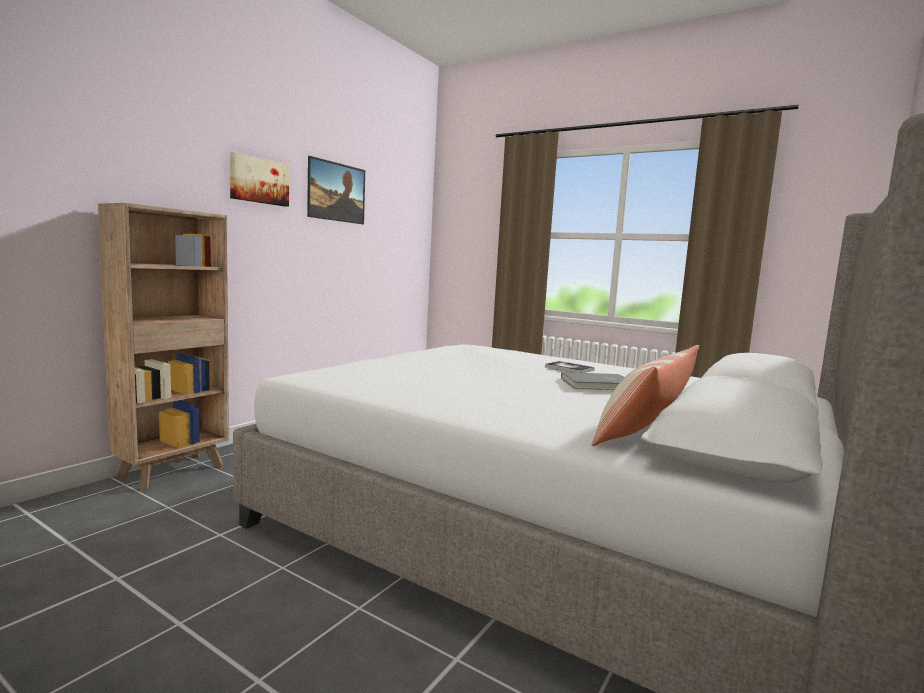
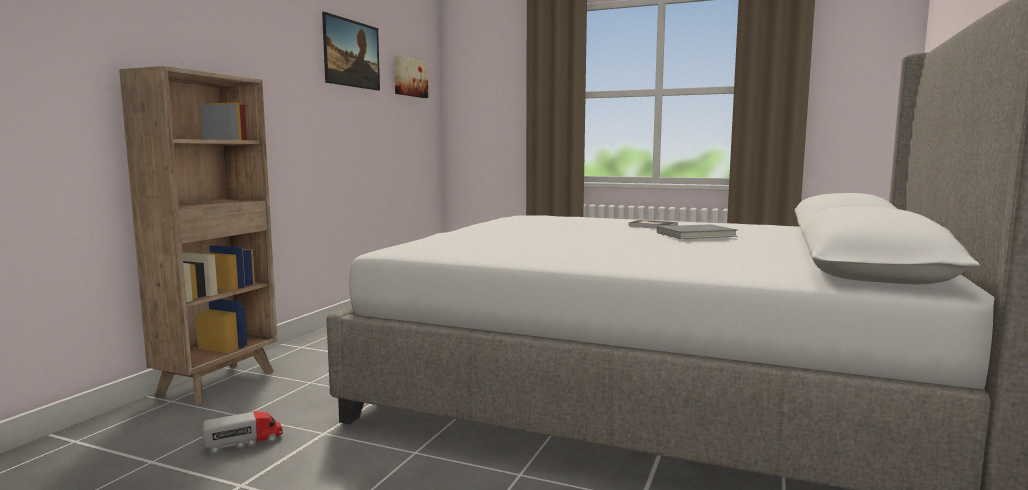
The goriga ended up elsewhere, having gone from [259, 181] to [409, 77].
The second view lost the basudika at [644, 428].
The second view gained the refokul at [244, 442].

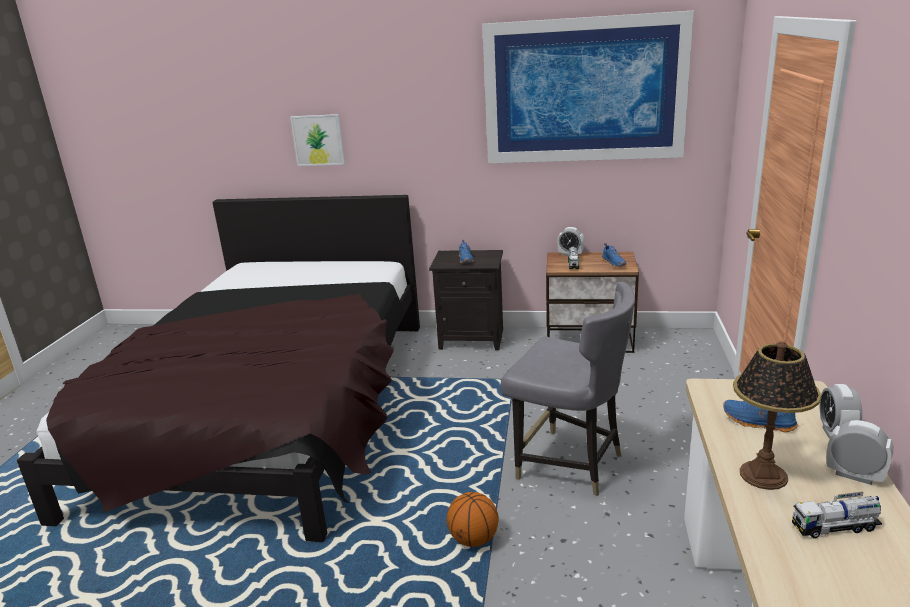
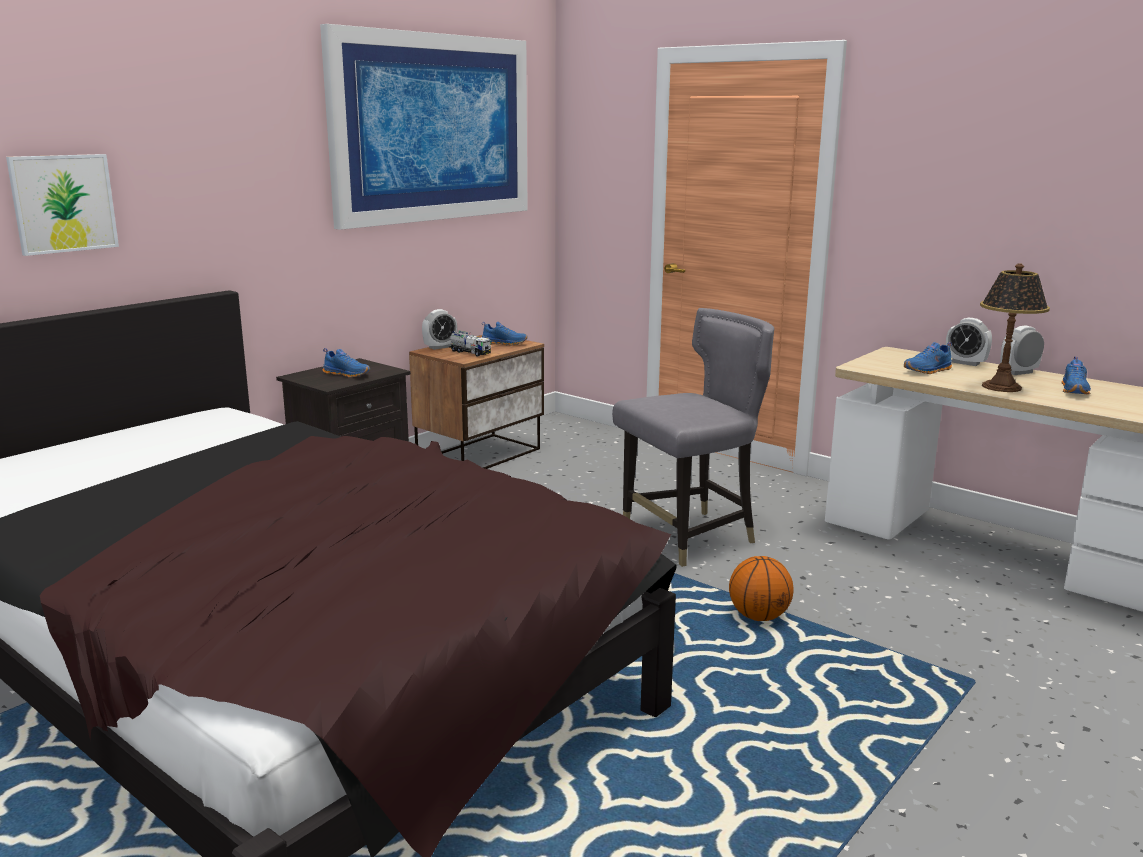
Where the refokul stood at [835, 527], the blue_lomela came to stand at [1075, 390].

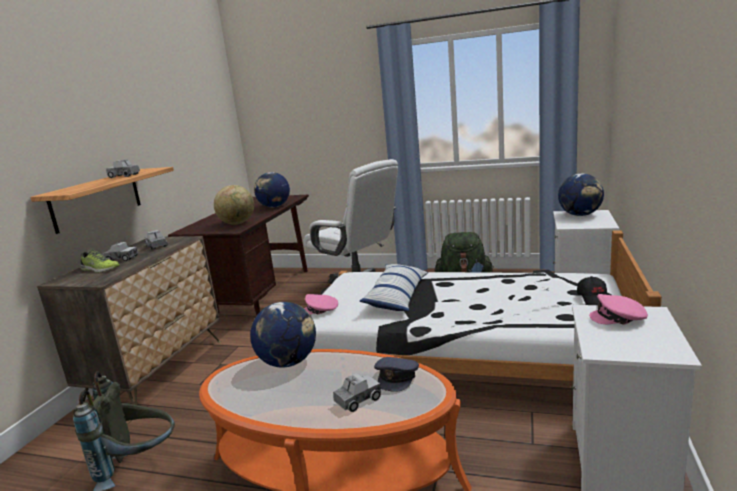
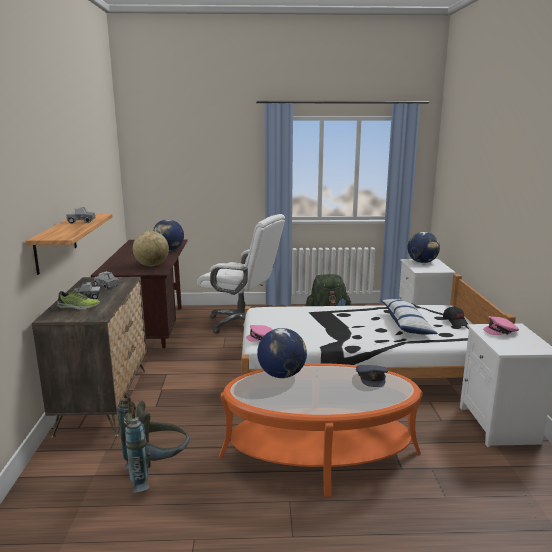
The second view lost the refokul at [357, 400].
The basudika ended up elsewhere, having gone from [397, 296] to [406, 324].

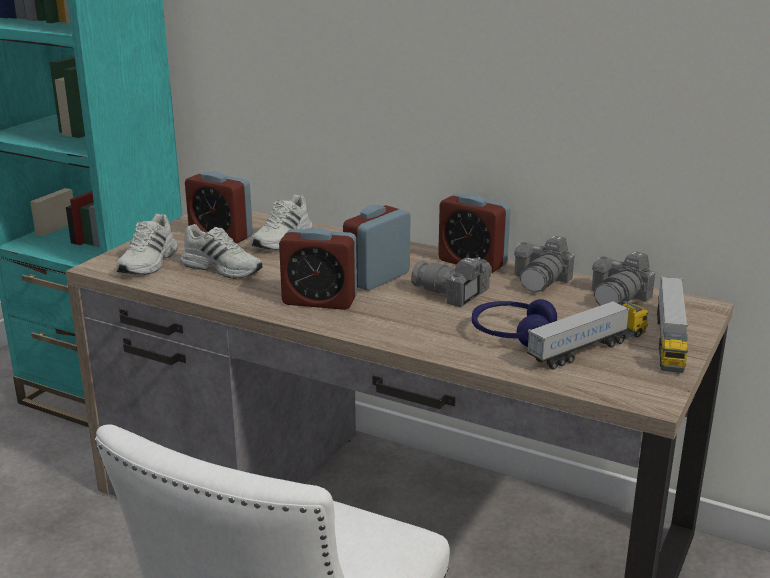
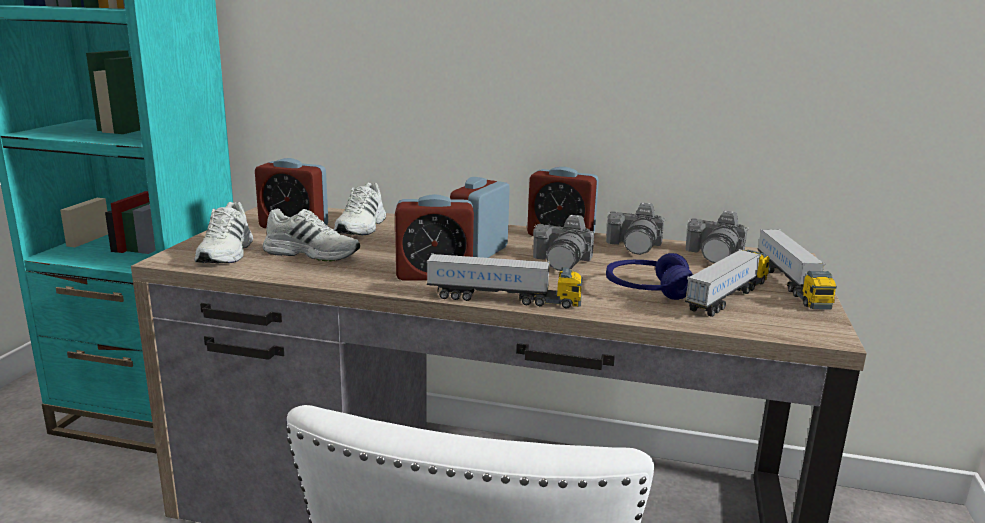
The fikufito at [453, 294] ended up facing another way, 90 degrees counterclockwise from before.
The second view gained the refokul at [504, 299].

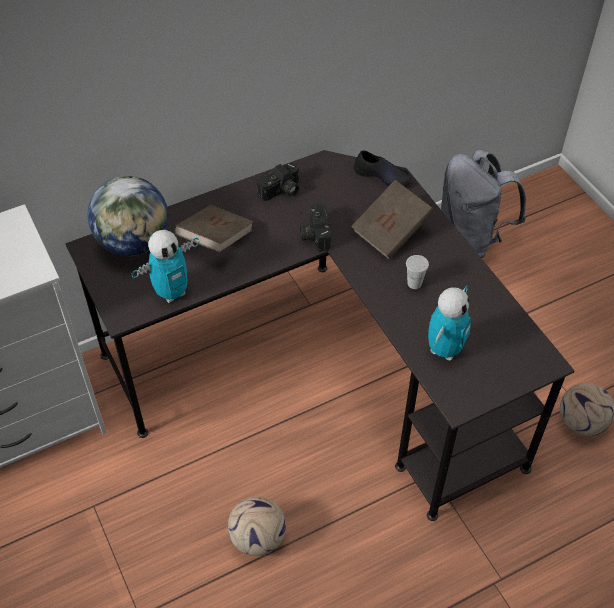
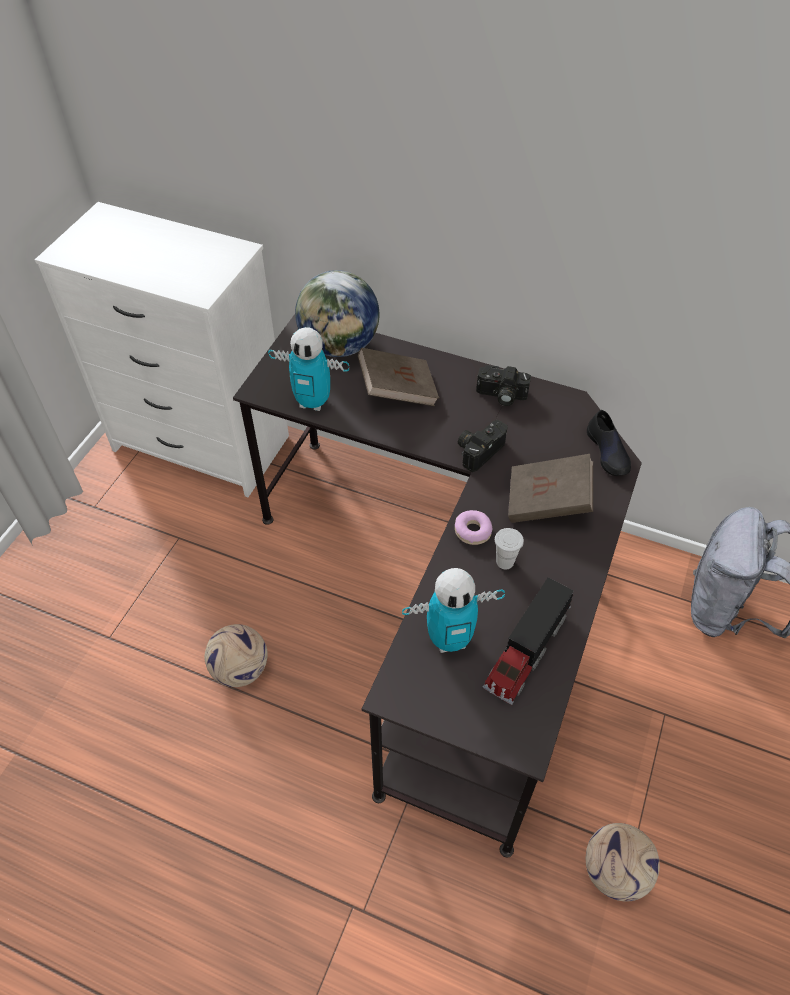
The second view gained the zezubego at [472, 531].
The second view gained the refokul at [525, 651].

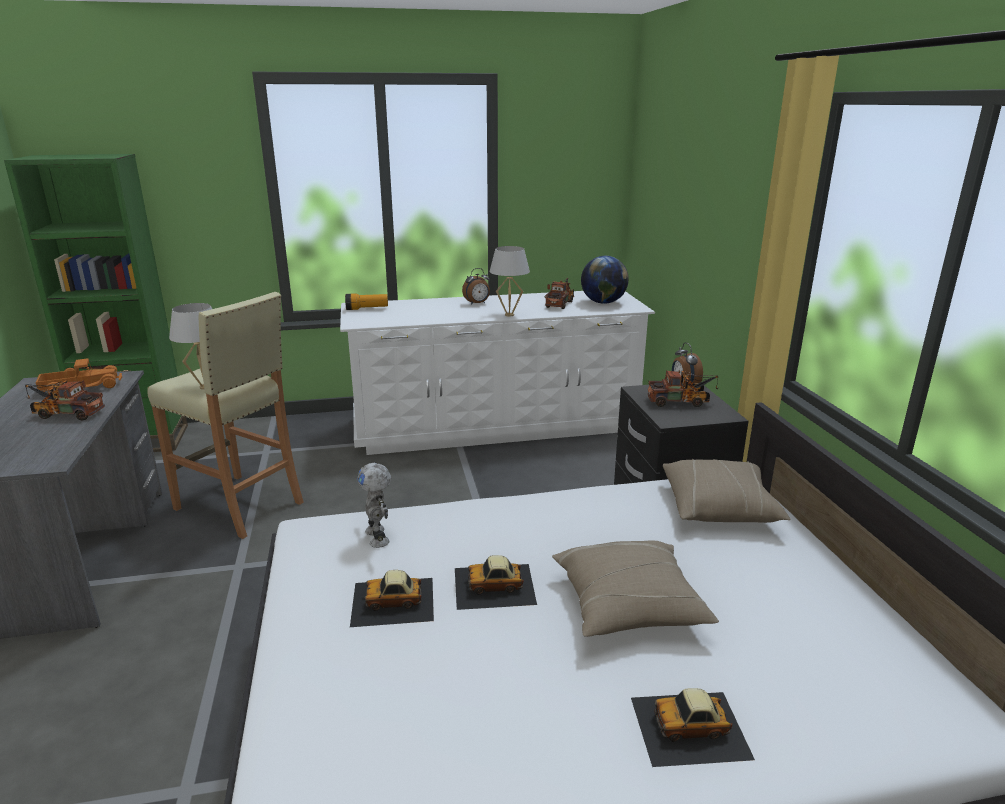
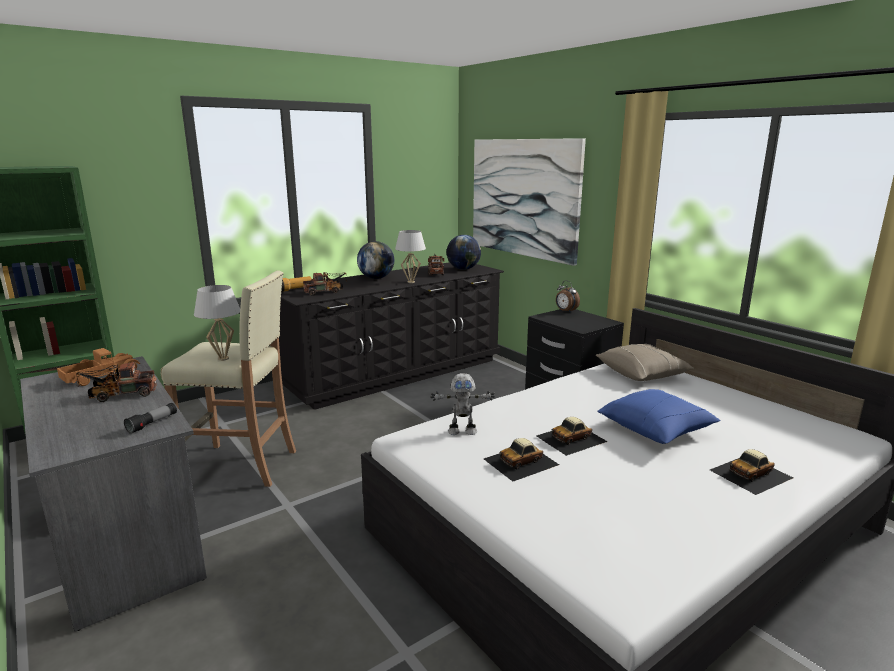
What was the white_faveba at [495, 425] turned into the black_faveba at [395, 373].
The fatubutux at [379, 537] ended up facing another way, 45 degrees counterclockwise from before.
Where the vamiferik stood at [477, 303], the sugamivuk came to stand at [376, 278].
What was the beige_basudika at [629, 606] turned into the blue_basudika at [656, 430].
The refokul ended up elsewhere, having gone from [681, 402] to [326, 292].
The second view gained the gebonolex at [152, 423].
The second view gained the goriga at [524, 198].

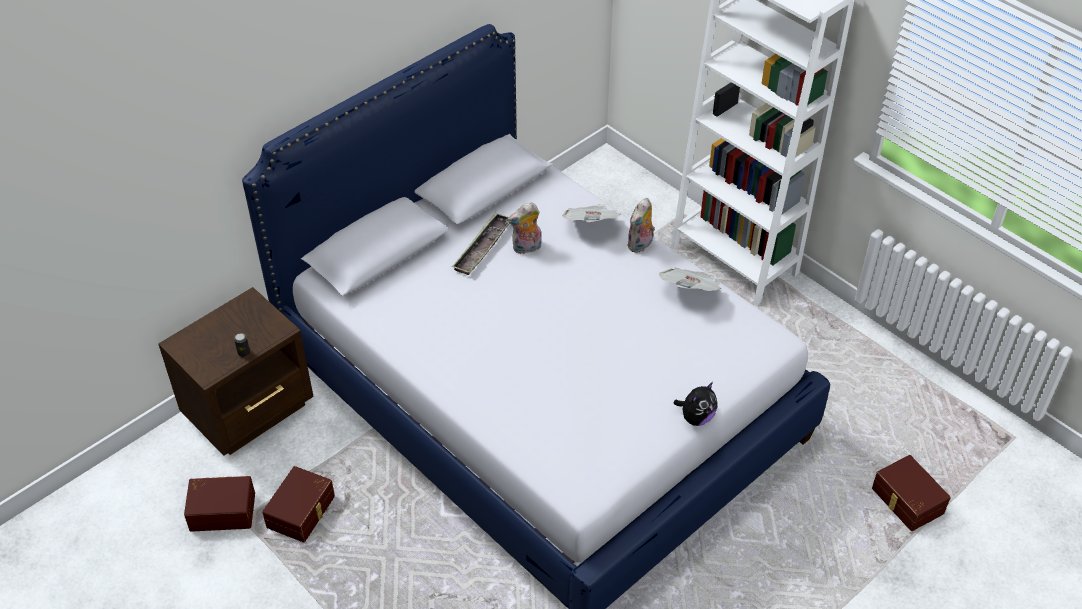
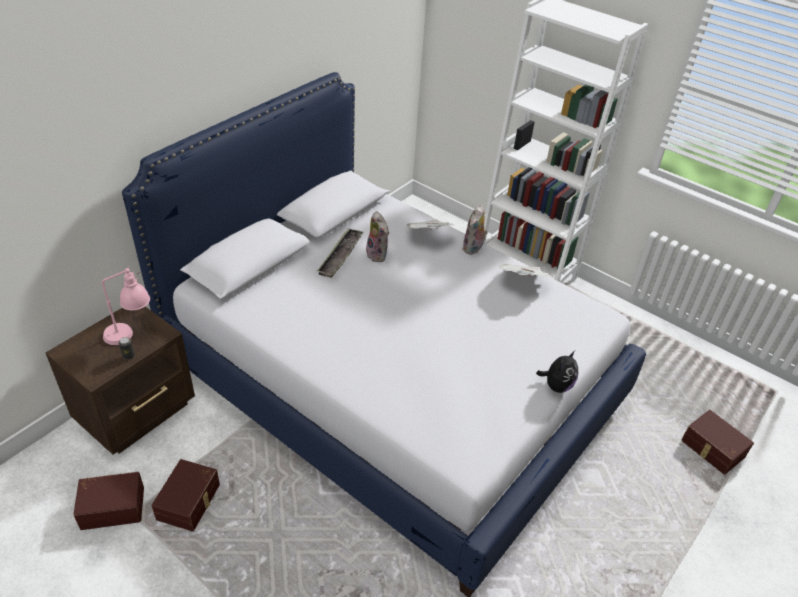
The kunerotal at [526, 248] ended up facing another way, 90 degrees counterclockwise from before.
The second view gained the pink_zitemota at [131, 334].

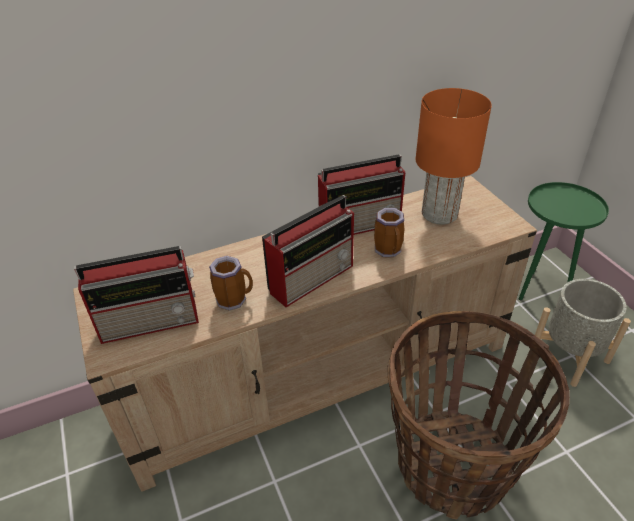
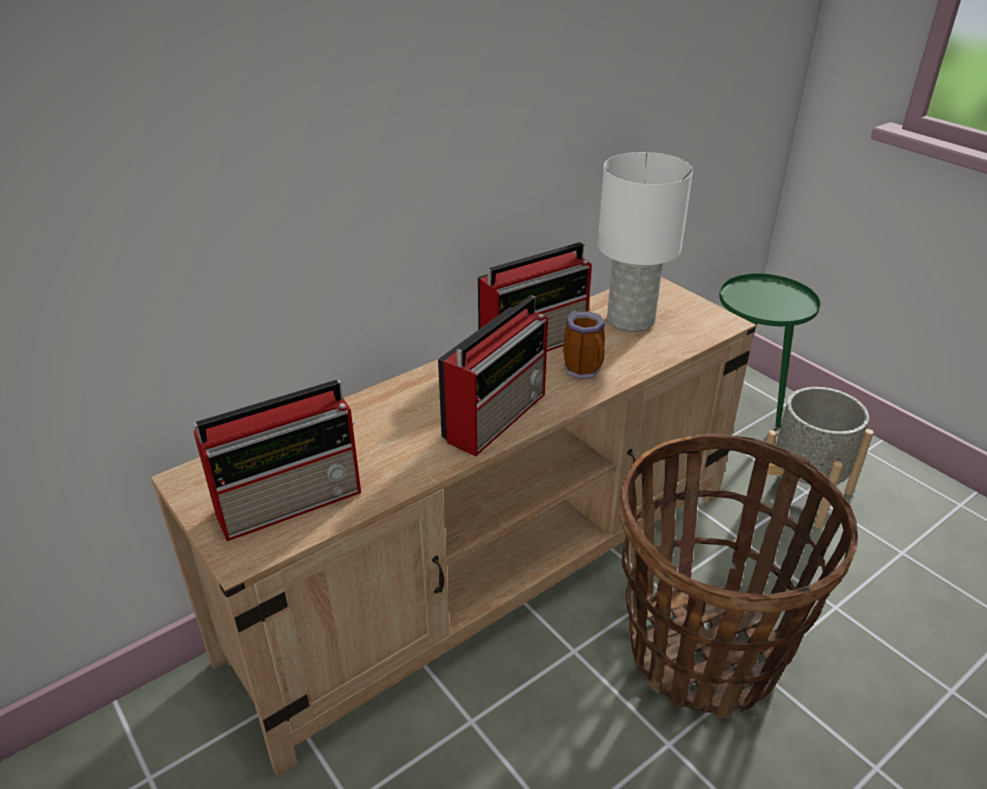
The second view lost the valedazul at [234, 299].
What was the orange_zitemota at [440, 214] turned into the white_zitemota at [631, 320].

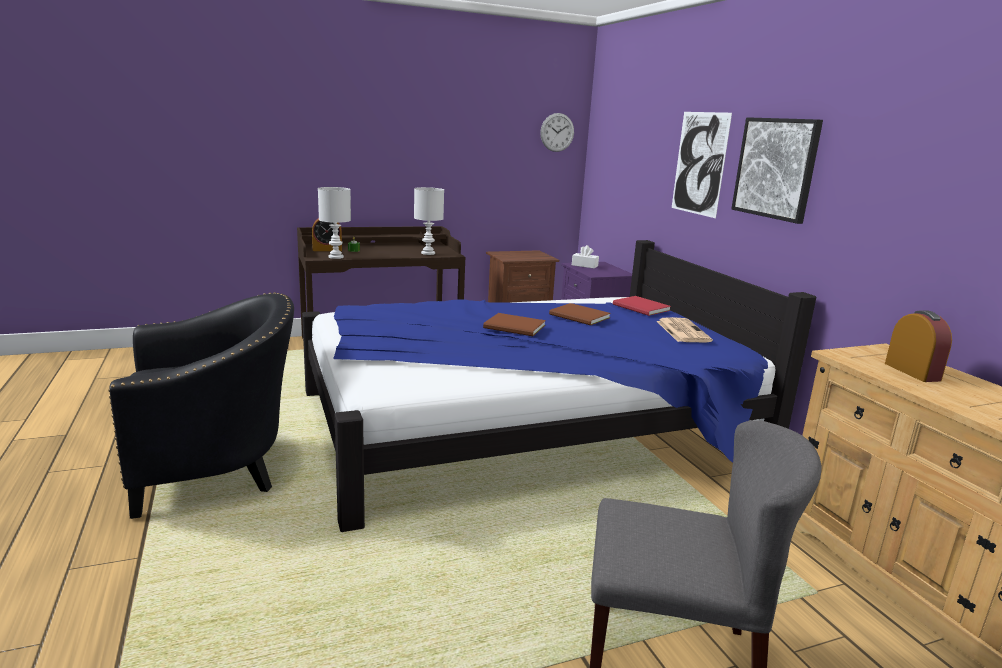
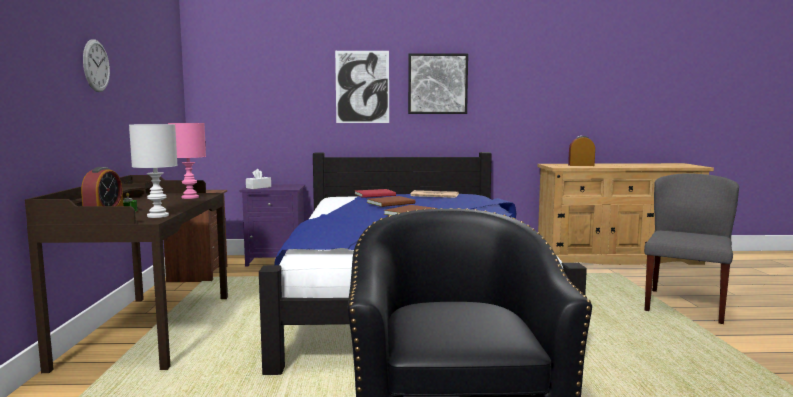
What was the white_zitemota at [427, 253] turned into the pink_zitemota at [189, 197].
The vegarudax ended up elsewhere, having gone from [557, 132] to [96, 66].

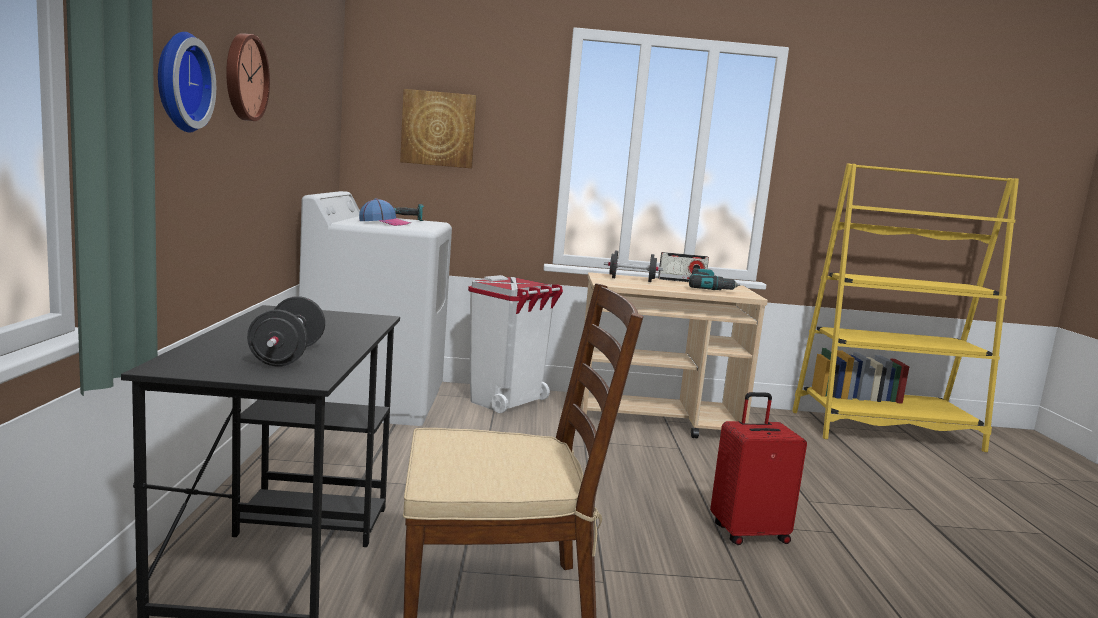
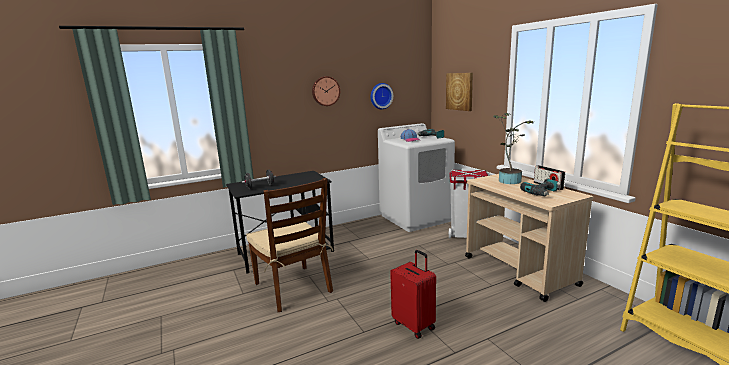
The vegarudax ended up elsewhere, having gone from [178, 82] to [380, 96].
Where the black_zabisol stood at [631, 280], the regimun came to stand at [509, 180].

